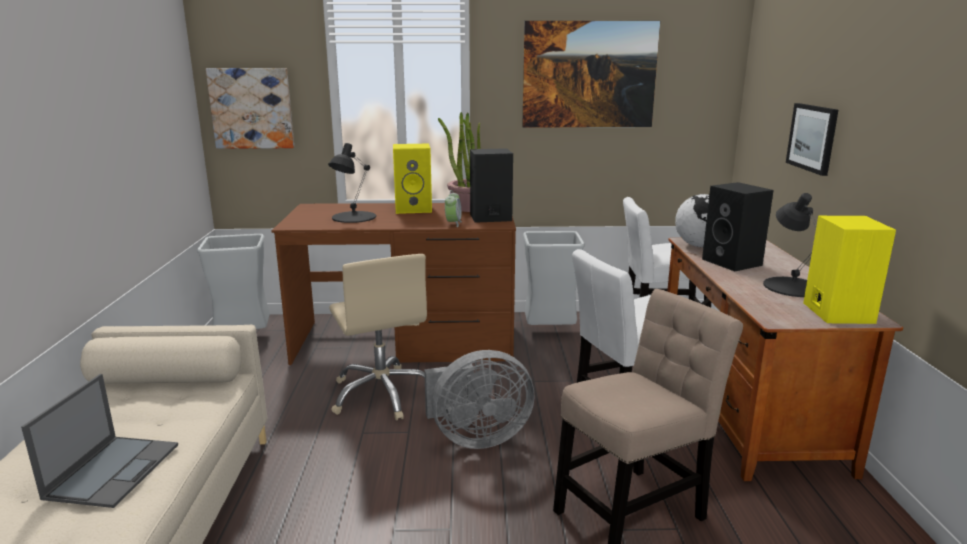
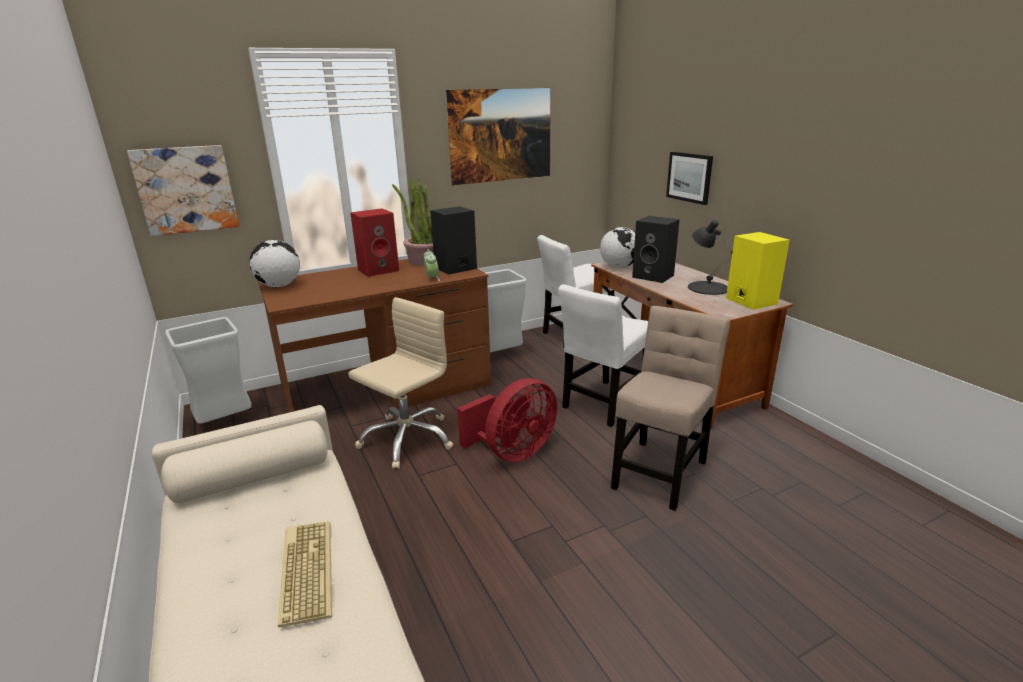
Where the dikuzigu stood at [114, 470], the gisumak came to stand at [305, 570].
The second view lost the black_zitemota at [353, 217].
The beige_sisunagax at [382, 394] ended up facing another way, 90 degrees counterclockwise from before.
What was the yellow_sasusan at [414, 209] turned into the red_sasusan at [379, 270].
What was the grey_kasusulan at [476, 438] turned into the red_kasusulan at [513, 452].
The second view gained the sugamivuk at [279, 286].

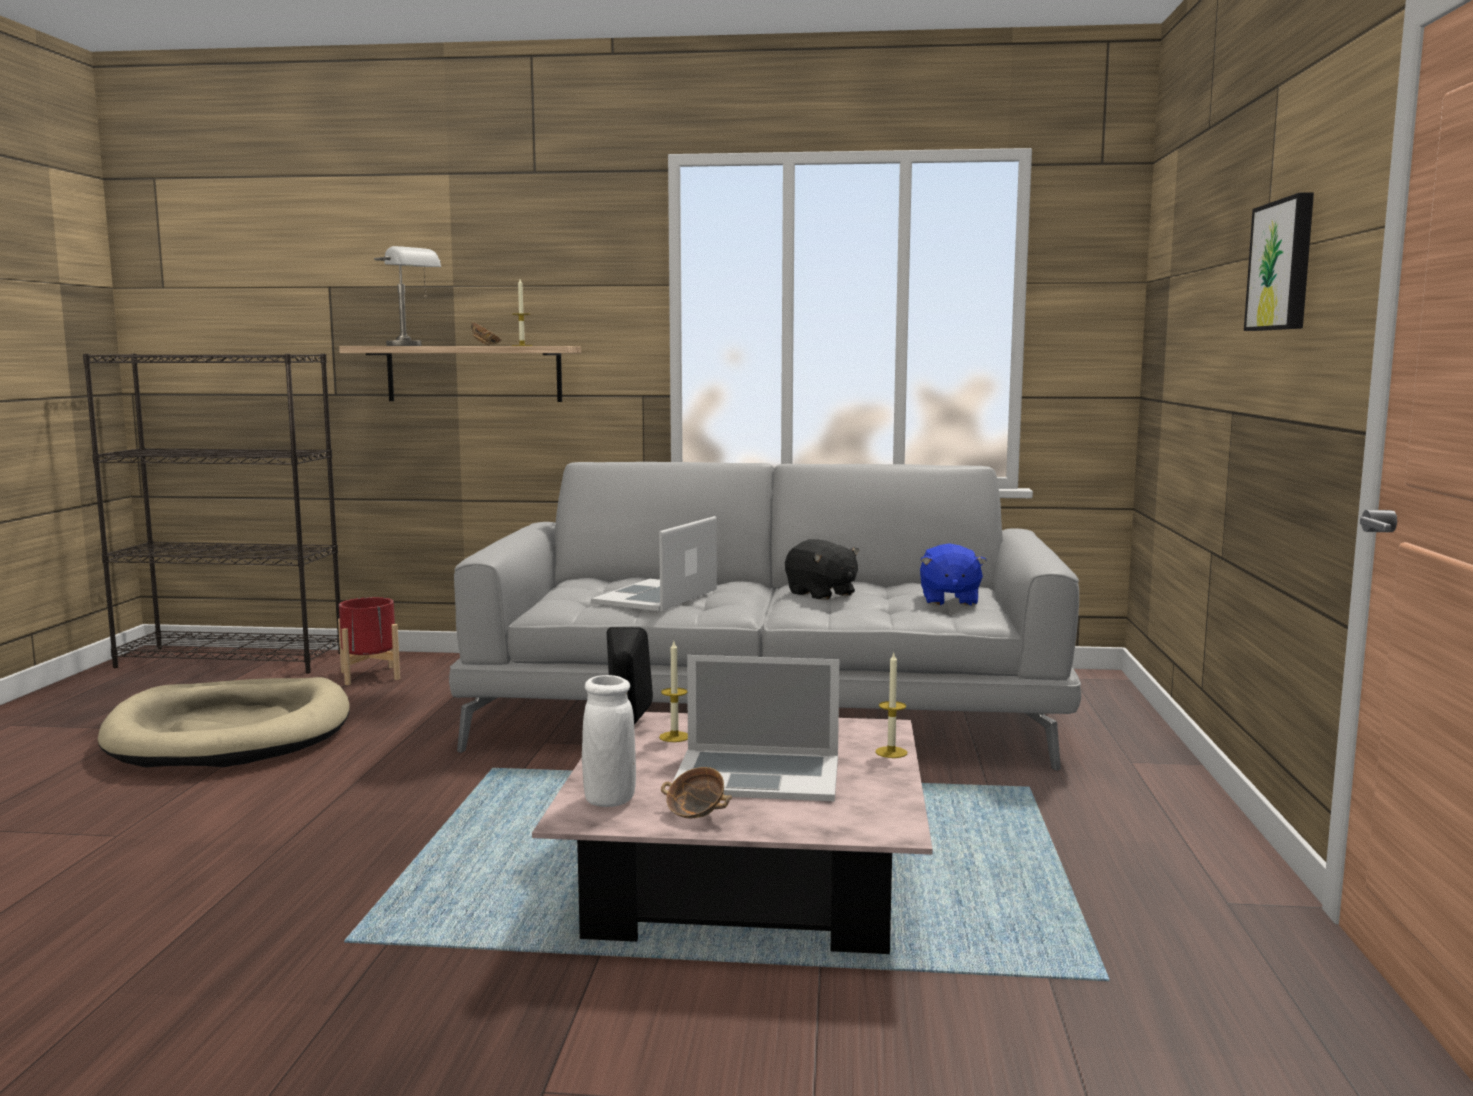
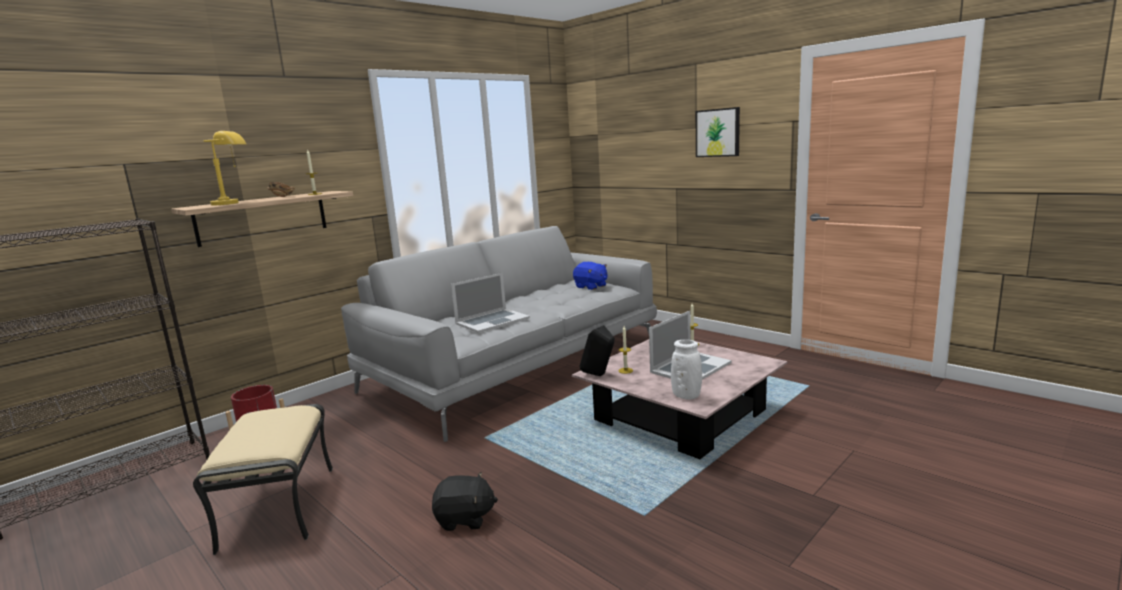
Where the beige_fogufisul stood at [231, 733], the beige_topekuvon came to stand at [278, 506].
What was the grey_zitemota at [412, 345] turned into the yellow_zitemota at [234, 203].
The dikuzigu at [657, 596] ended up facing another way, 105 degrees counterclockwise from before.
The second view lost the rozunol at [695, 815].
The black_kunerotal ended up elsewhere, having gone from [821, 594] to [465, 519].

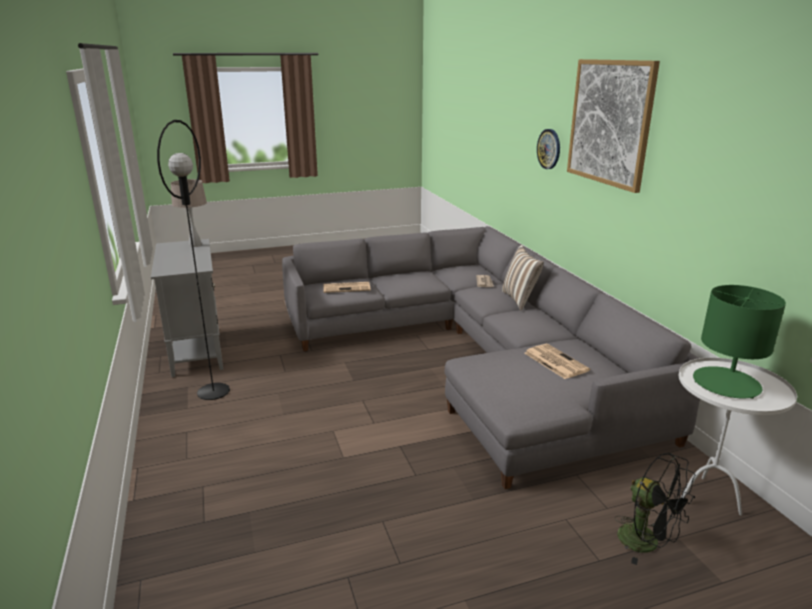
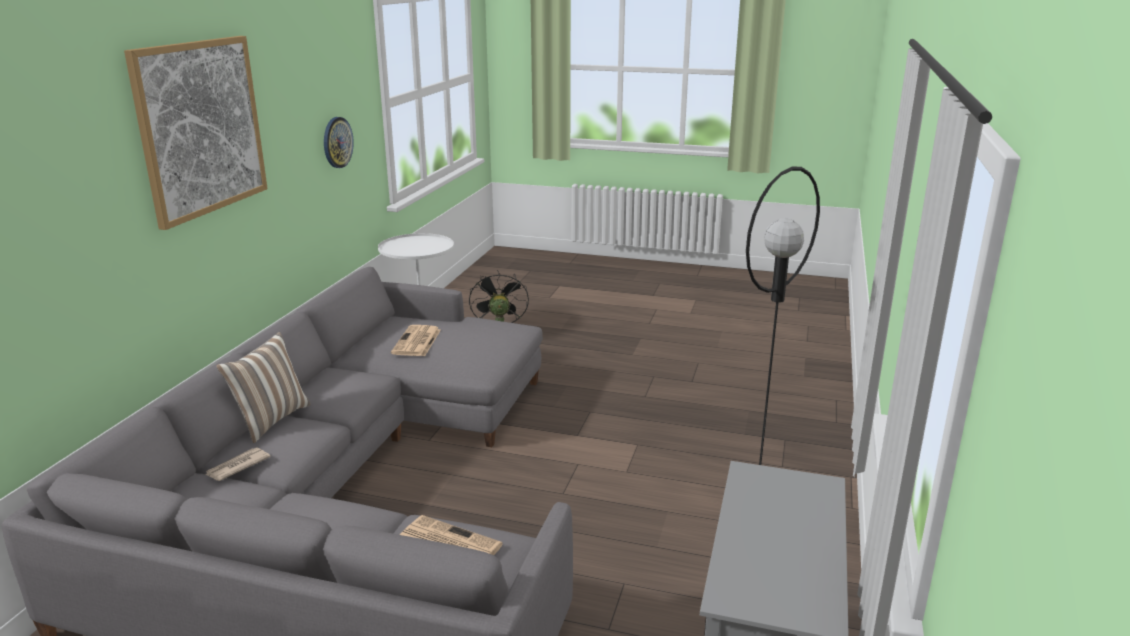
The second view lost the beige_zitemota at [195, 245].
The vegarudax ended up elsewhere, having gone from [549, 149] to [337, 142].
The second view lost the green_zitemota at [726, 383].

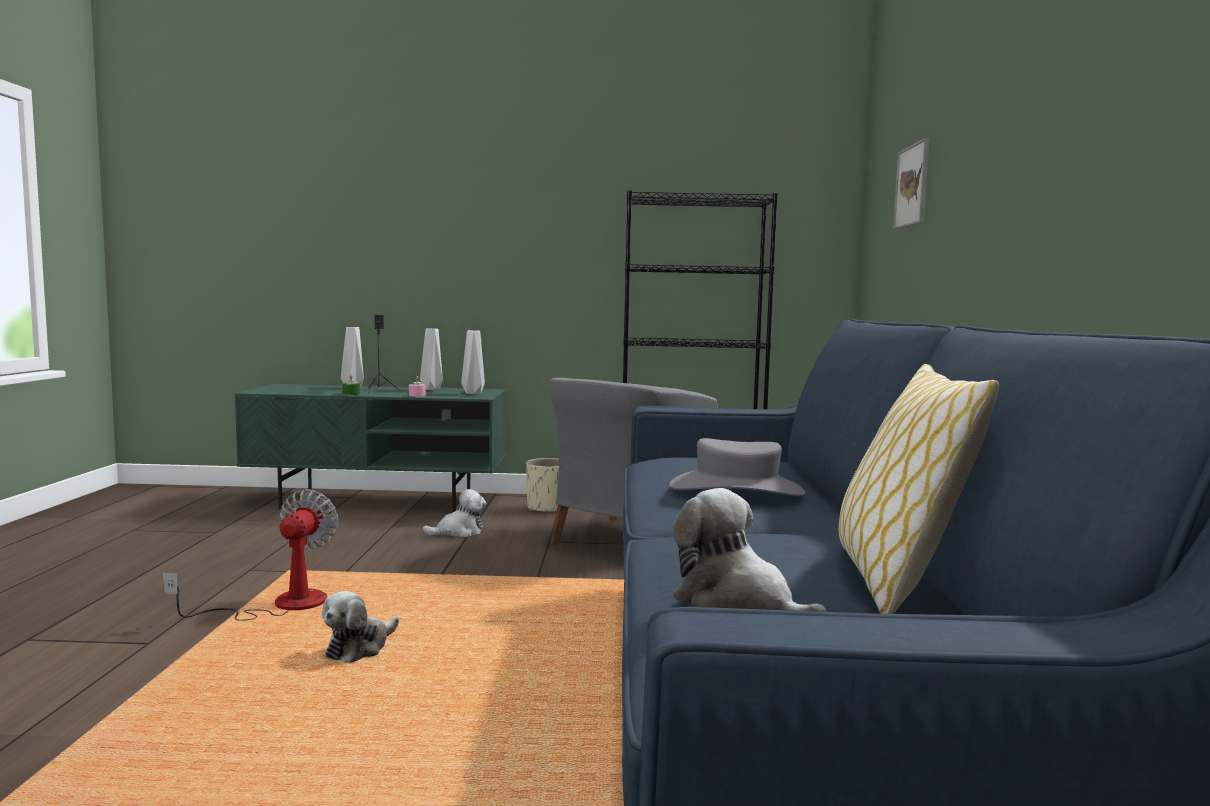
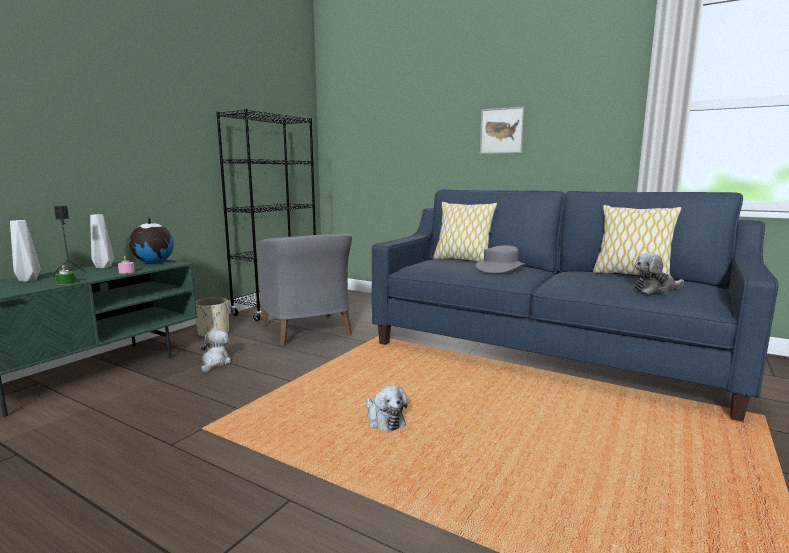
The second view lost the kasusulan at [280, 606].
Where the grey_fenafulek stood at [474, 393], the sugamivuk came to stand at [153, 262].
The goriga ended up elsewhere, having gone from [912, 185] to [501, 131].
The second view gained the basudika at [462, 260].

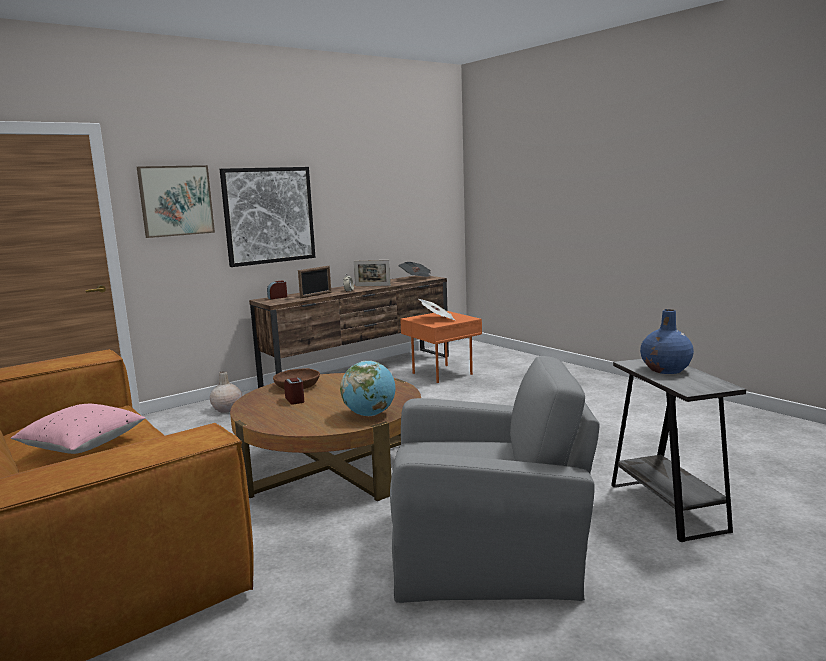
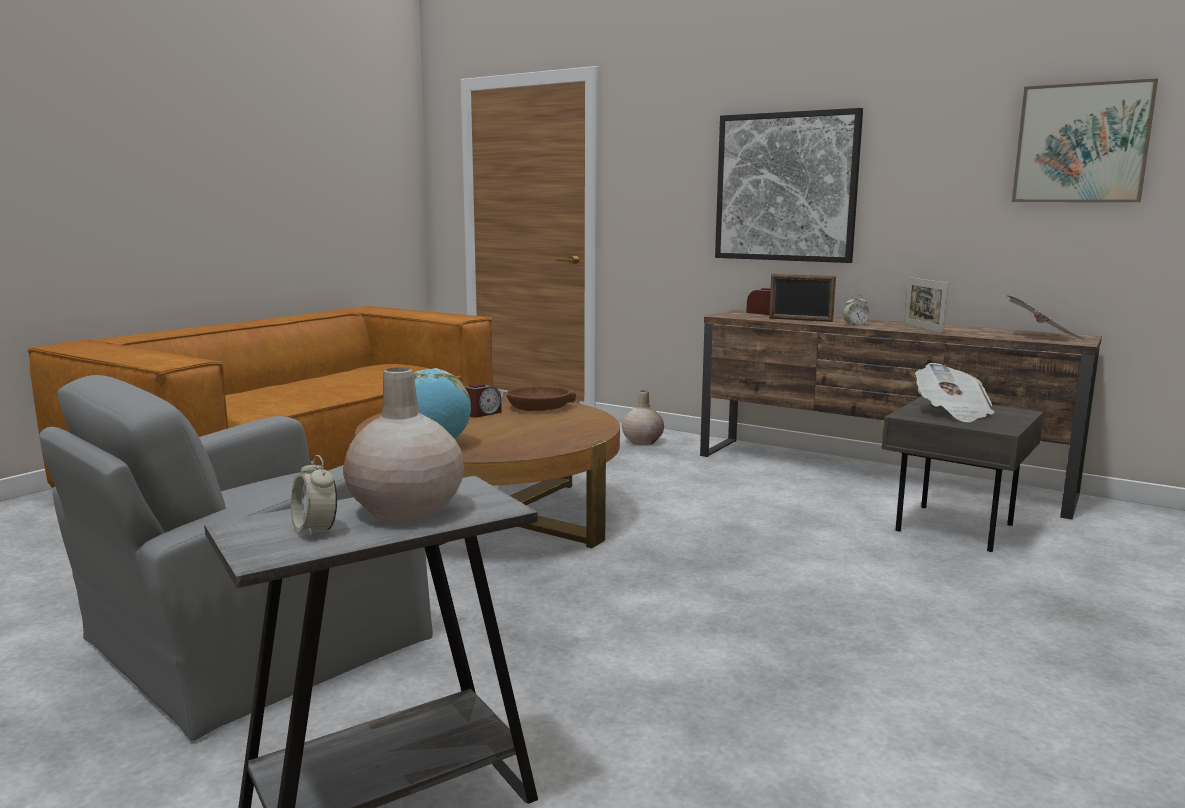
The second view lost the pink_basudika at [83, 445].
The goriga ended up elsewhere, having gone from [176, 200] to [1081, 143].
The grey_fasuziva at [487, 548] ended up facing another way, 60 degrees clockwise from before.
What was the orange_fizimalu at [441, 374] turned into the grey_fizimalu at [950, 528].
What was the blue_fenafulek at [666, 370] turned into the beige_fenafulek at [405, 510].
The second view gained the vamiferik at [315, 530].

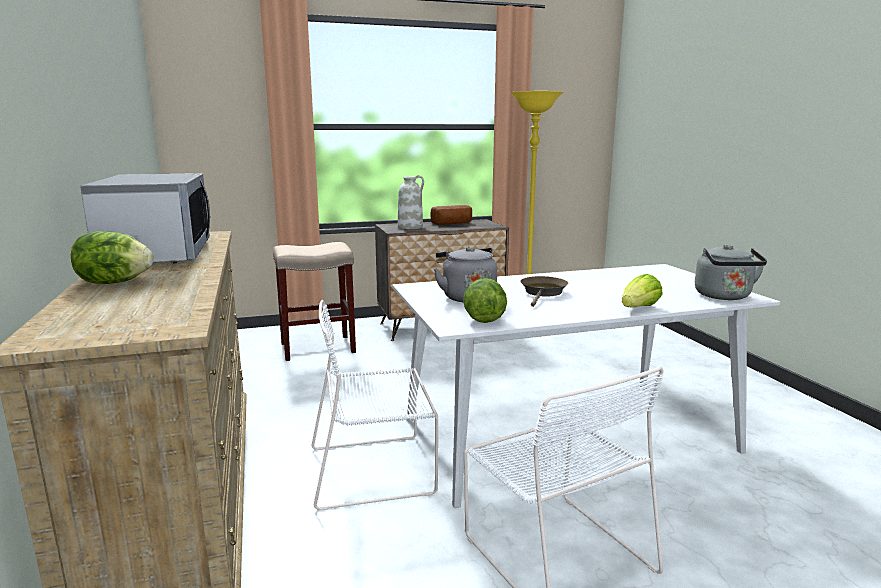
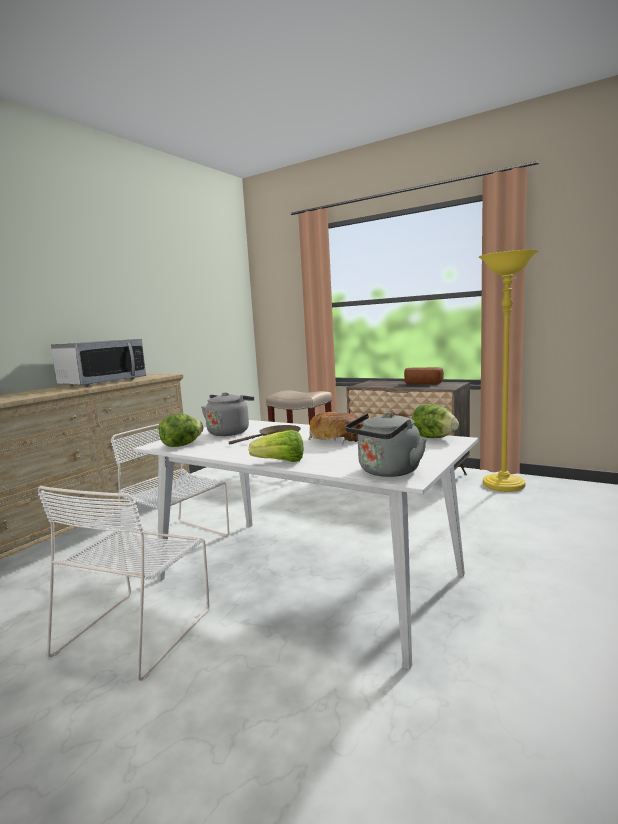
The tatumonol ended up elsewhere, having gone from [114, 283] to [433, 438].
The second view lost the white_fenafulek at [411, 227].
The second view gained the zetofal at [338, 438].

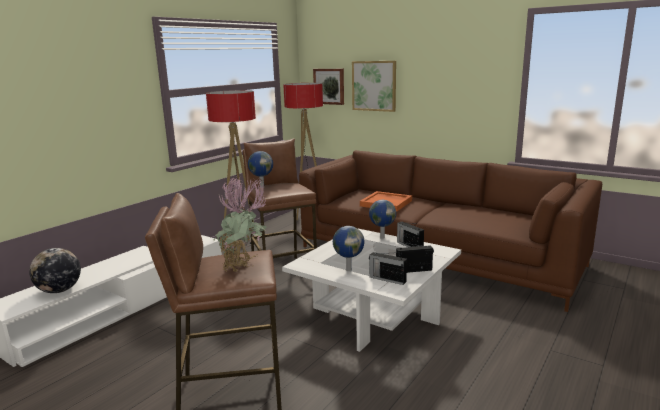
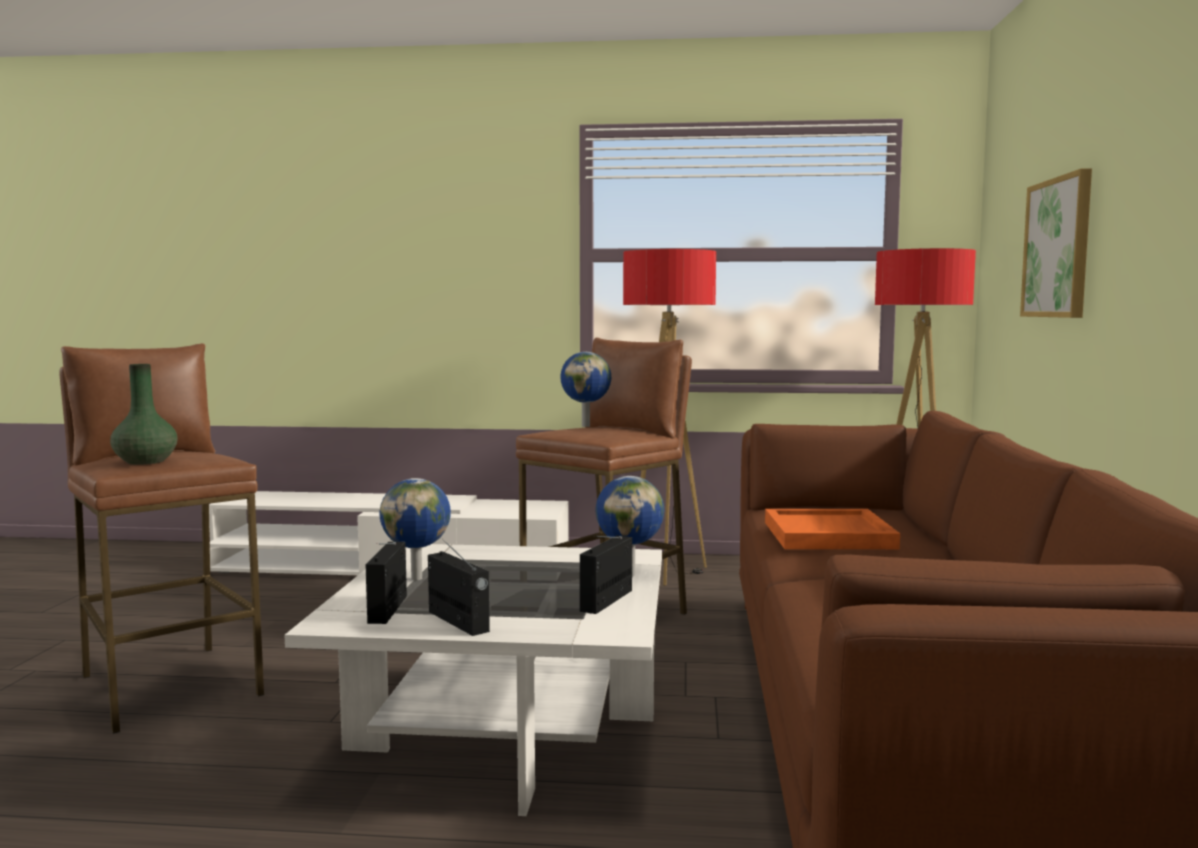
The second view lost the sugamivuk at [59, 290].
Where the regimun stood at [244, 269], the green_fenafulek came to stand at [144, 462].
The second view lost the goriga at [329, 86].

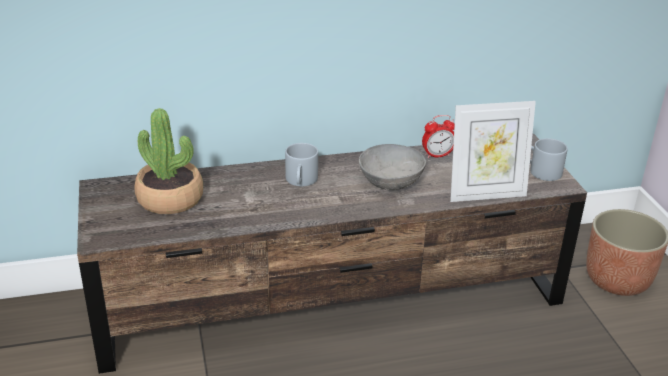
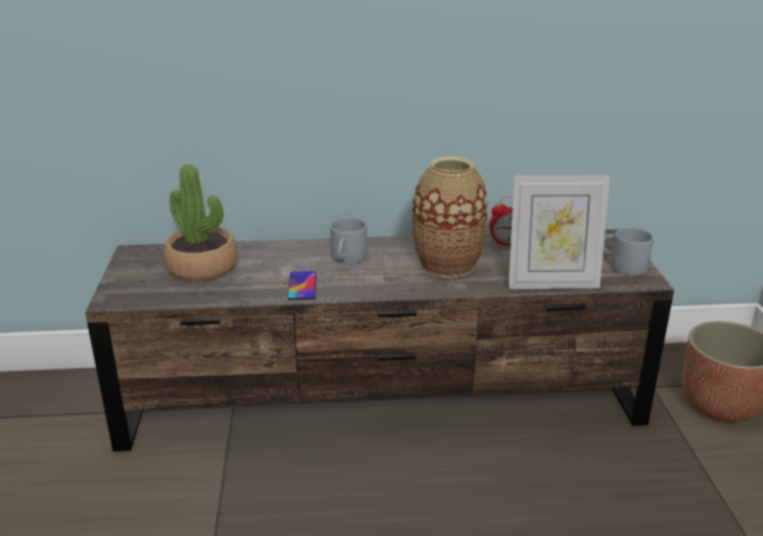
Where the grey_rozunol stood at [392, 181], the fenafulek came to stand at [447, 265].
The second view gained the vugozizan at [302, 286].

